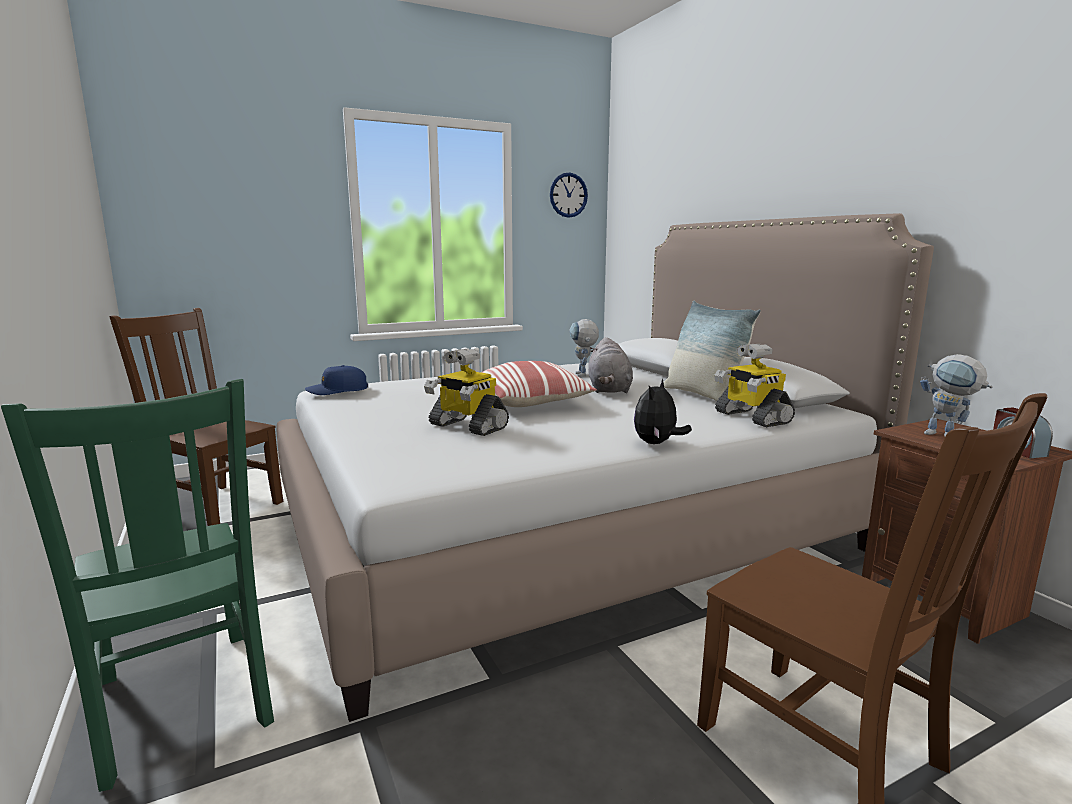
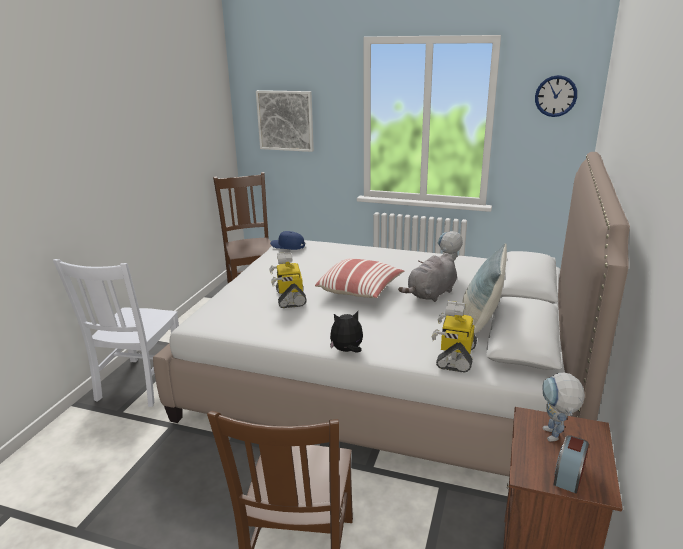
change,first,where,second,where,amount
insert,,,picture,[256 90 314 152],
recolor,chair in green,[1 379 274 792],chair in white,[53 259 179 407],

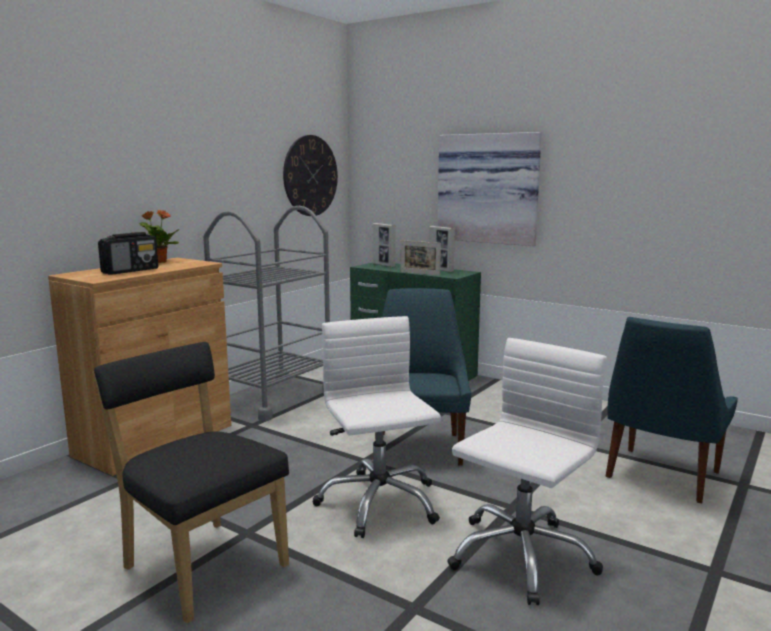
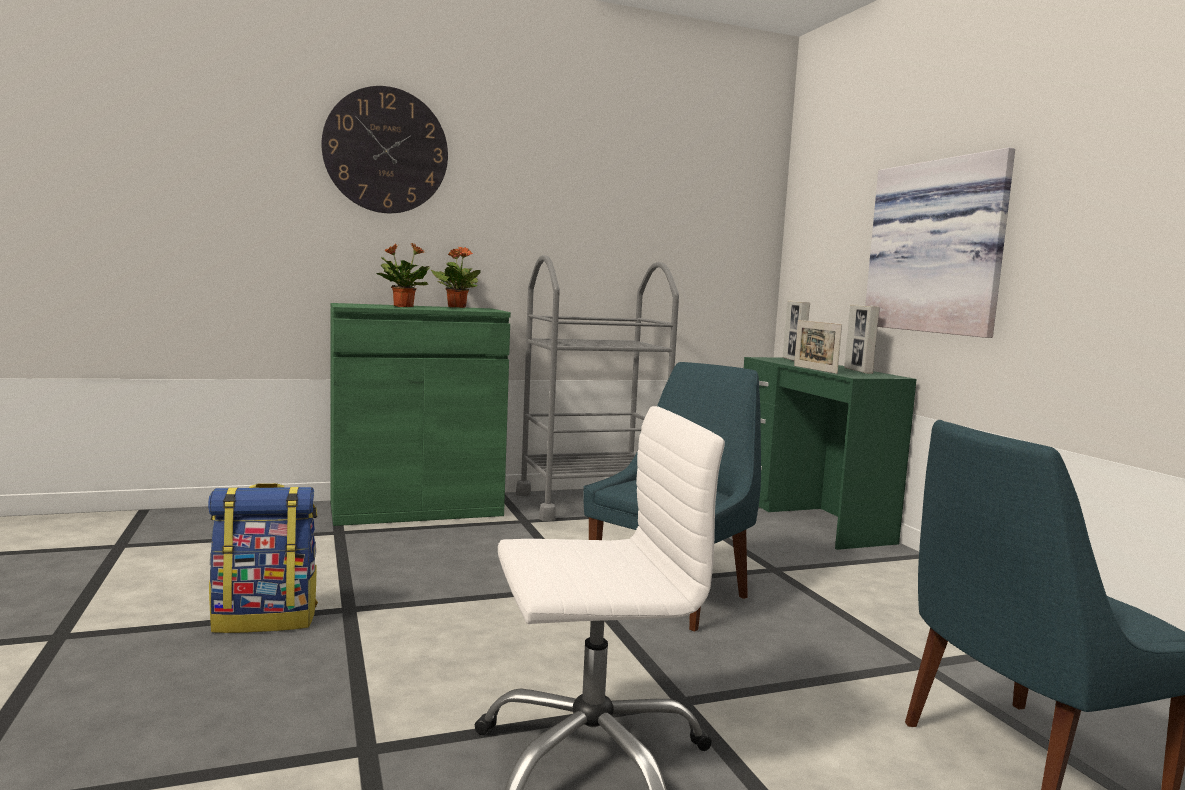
change,first,where,second,where,amount
delete,office chair in white,[313 316 441 538],,,
move,wall clock,[283 135 338 216],,[322 86 448 213],
replace,chair in black,[93 342 289 623],backpack,[208 483 318 633],
replace,radio,[98 232 158 275],potted plant,[376 243 430 307],
recolor,cabinet in brown,[48 258 231 476],cabinet in green,[330 303 511 526],

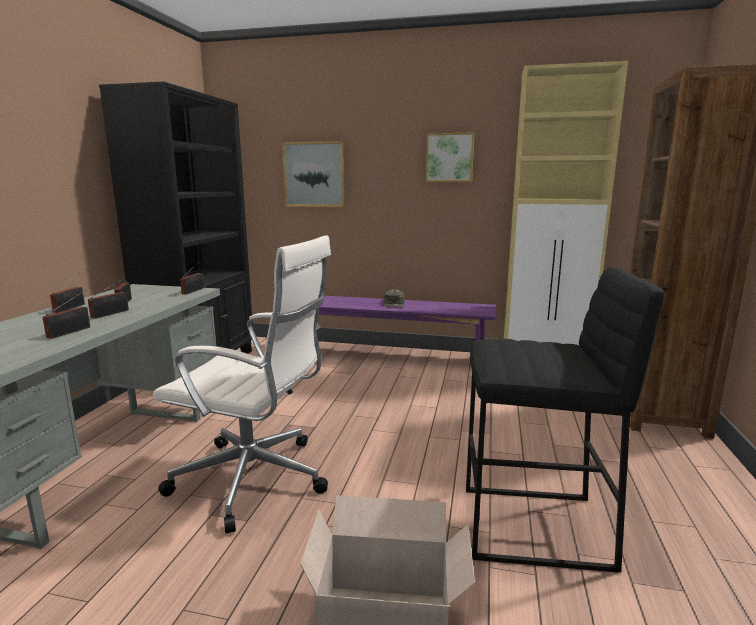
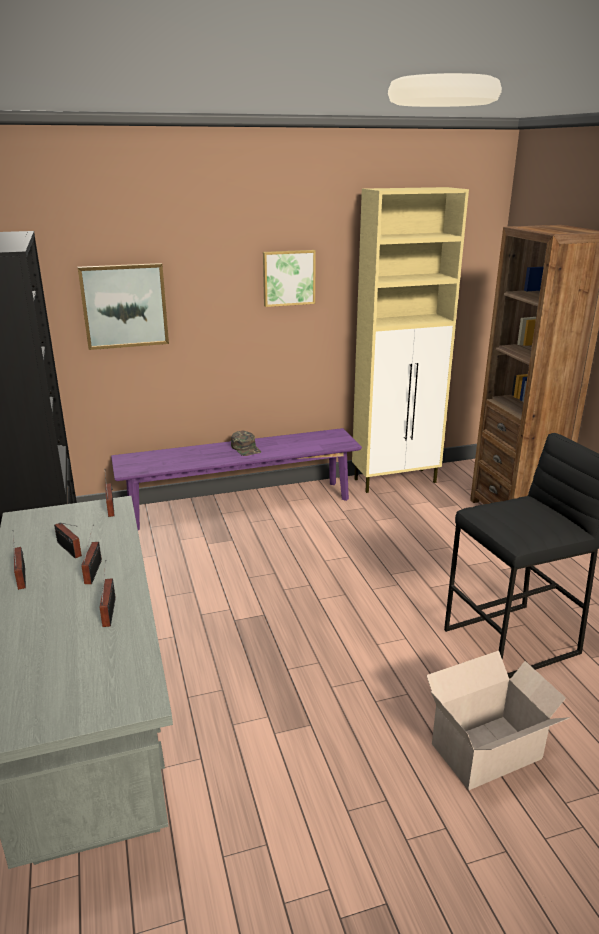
change,first,where,second,where,amount
delete,office chair in white,[153 235 331 534],,,

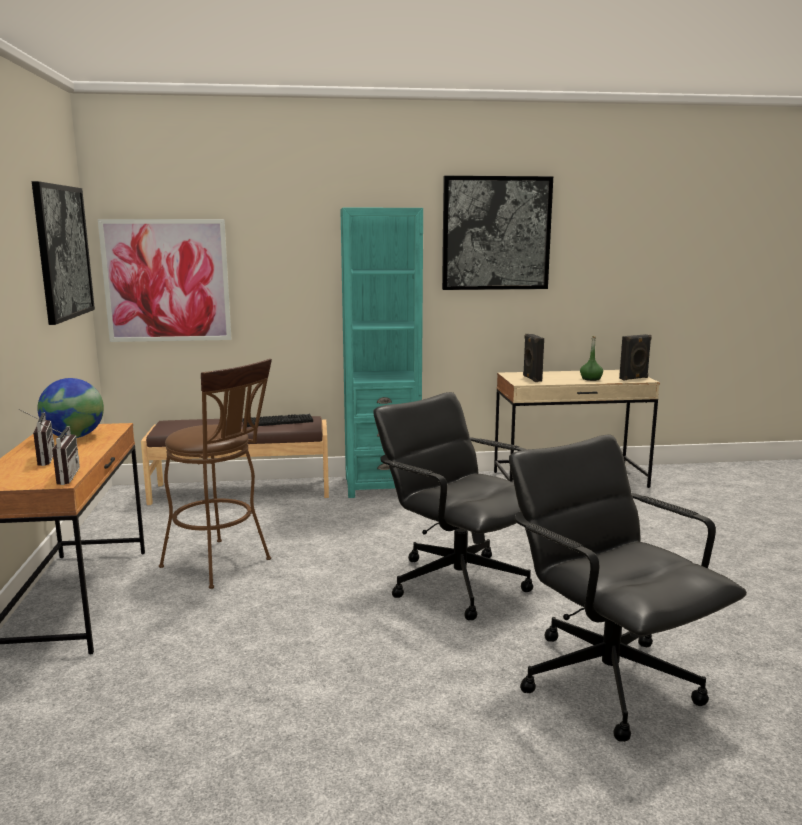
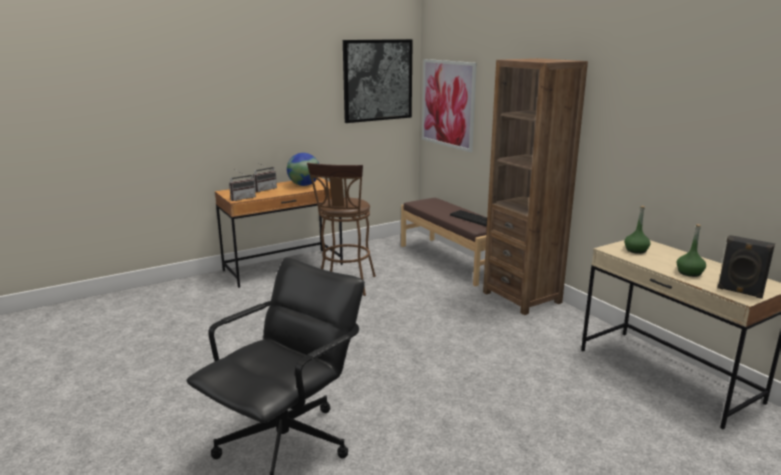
change,first,where,second,where,amount
delete,office chair in black,[373 392 533 620],,,
delete,picture,[442 176 553 290],,,
replace,speaker in black,[523 334 544 382],bottle in green,[624 206 651 254],
recolor,bookcase in turquoise,[340 208 423 498],bookcase in brown,[483 58 588 315],

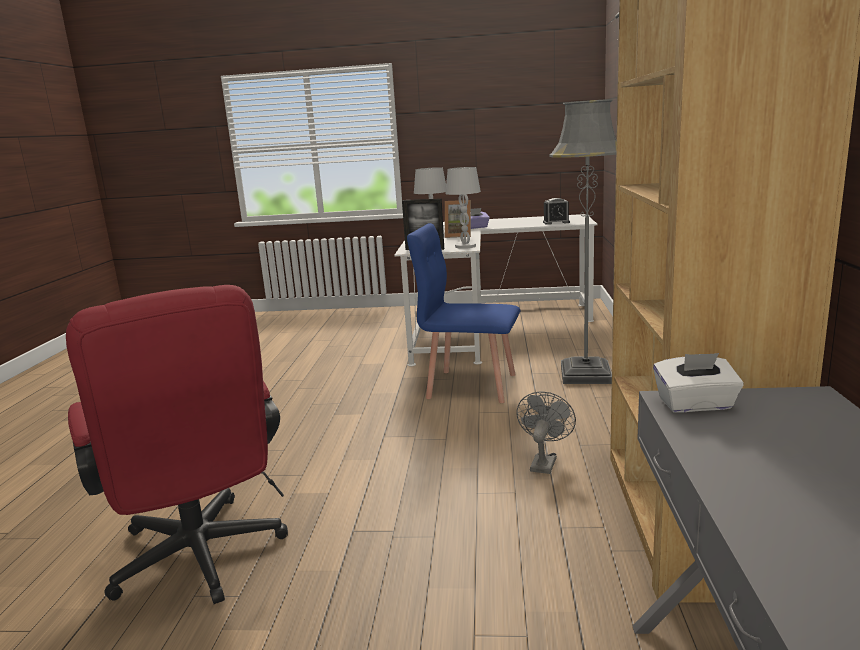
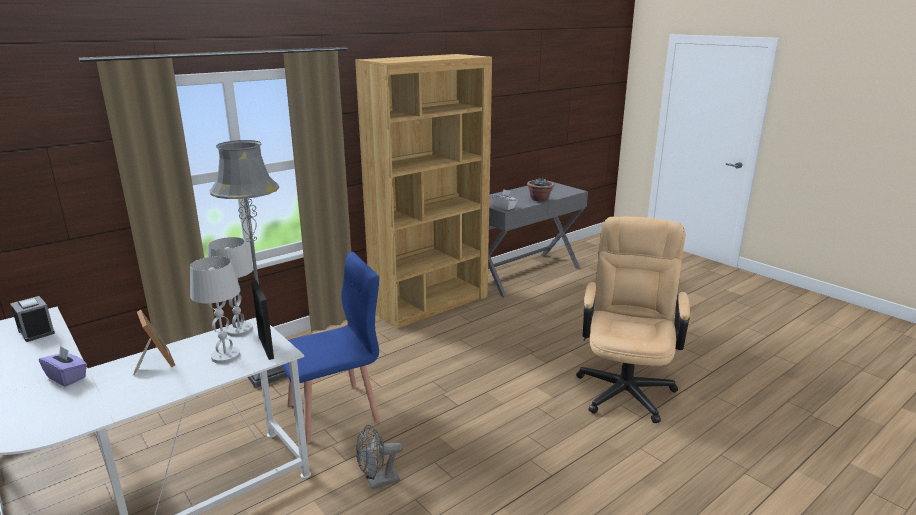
change,first,where,second,where,amount
insert,,,potted plant,[527 179 555 202],
move,fan in grey,[516 392 576 474],,[356 424 403 489],
recolor,office chair in red,[66 285 288 604],office chair in beige,[576 217 690 423],
rotate,chair in blue,[407 223 520 403],,[282 252 380 443],90 degrees counterclockwise

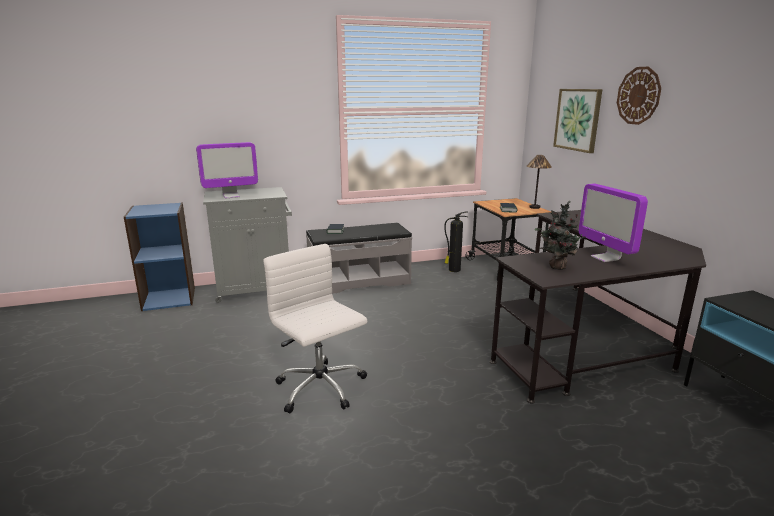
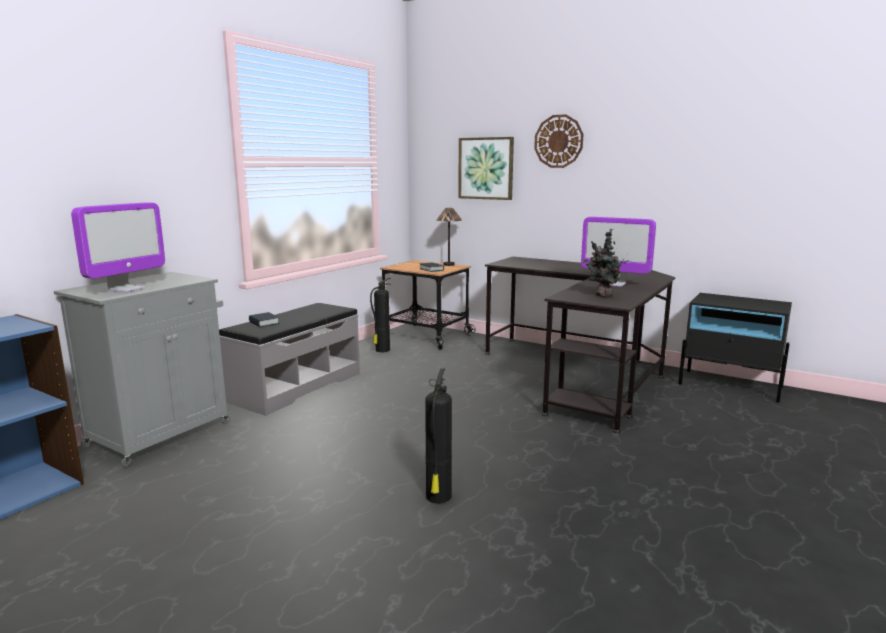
change,first,where,second,where,amount
replace,office chair in white,[264 244 367 413],fire extinguisher,[425 368 452 504],

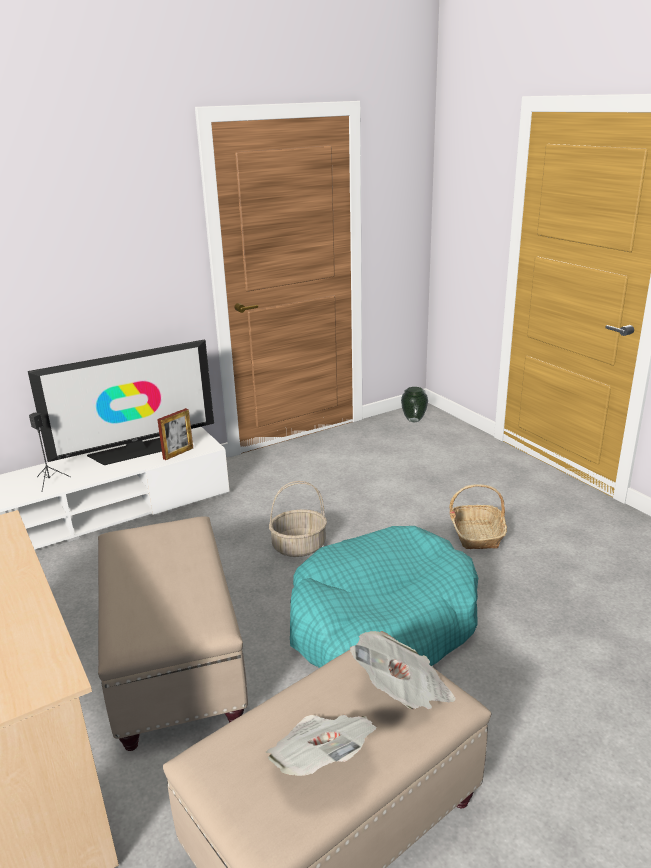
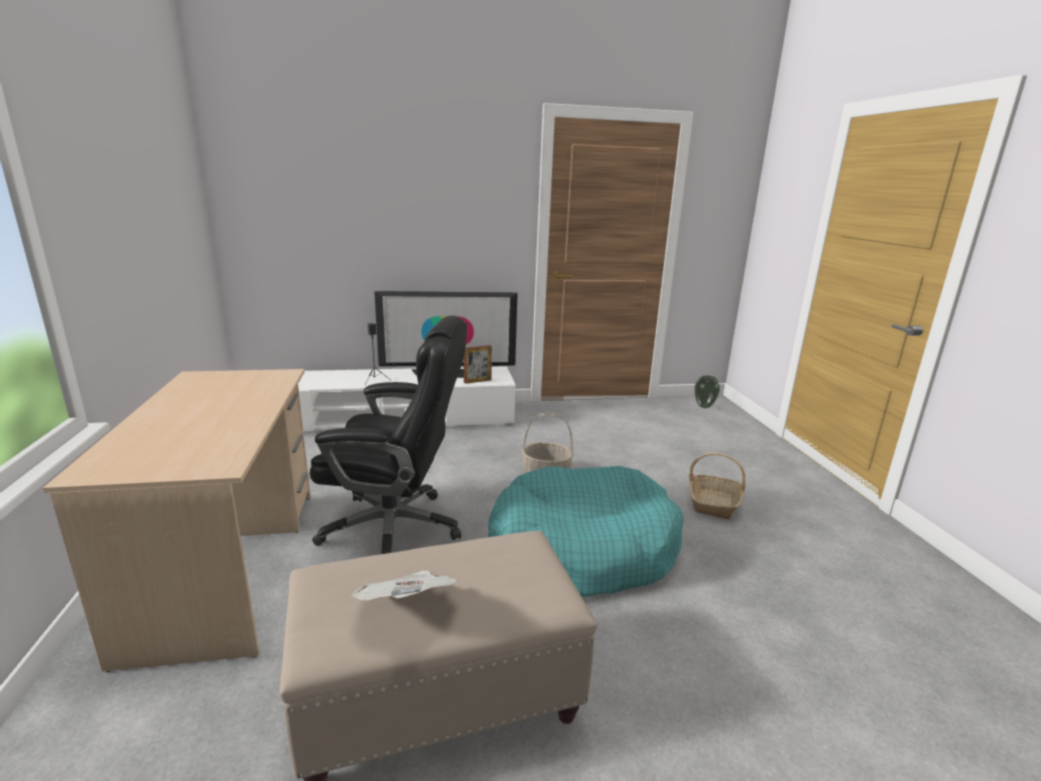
change,first,where,second,where,amount
delete,newspaper,[350 631 456 710],,,
replace,ottoman in beige,[98 516 248 751],office chair in black,[310 316 467 554],

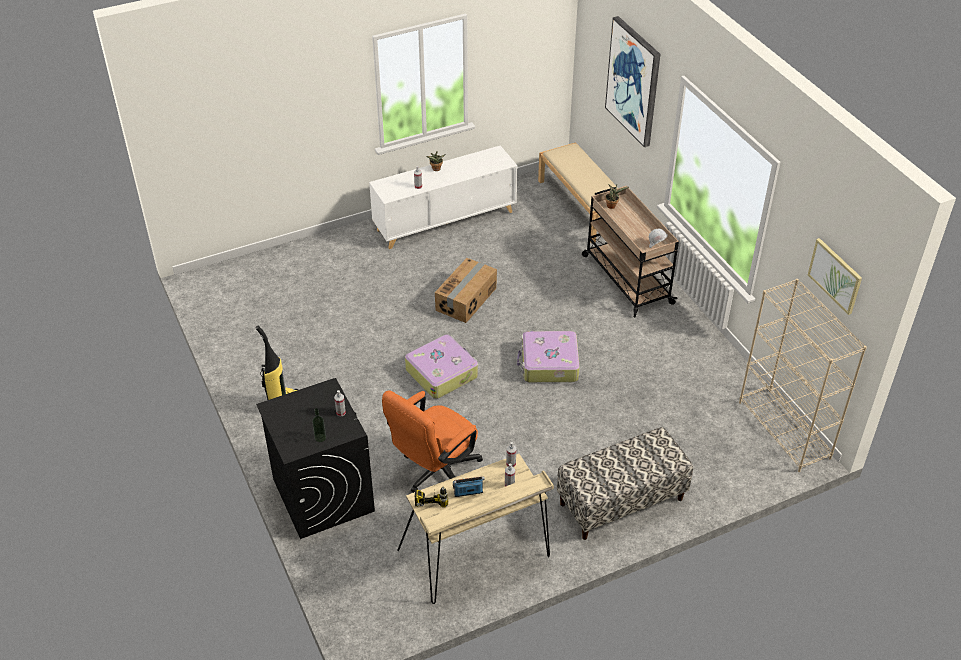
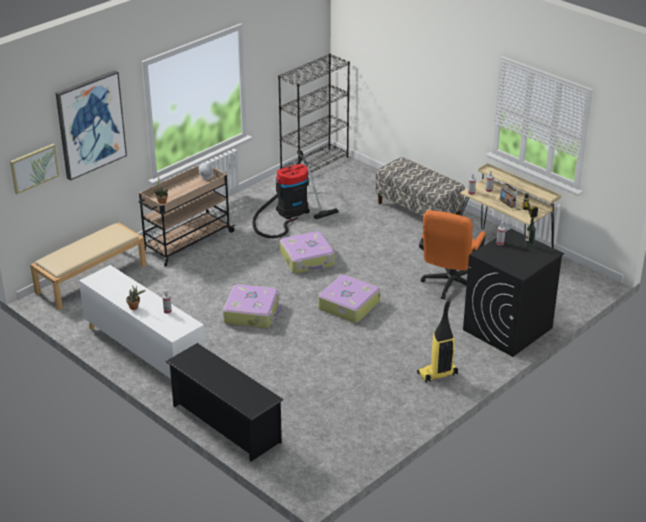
change,first,where,second,where,amount
insert,,,shoe rack in black,[165 343 284 462],
insert,,,vacuum cleaner,[252 150 339 238],
move,picture,[808 238 862 315],,[10 144 59 194],
replace,cardboard box,[435 258 497 323],suitcase,[223 284 281 329],
recolor,bookcase in beige,[739 279 867 472],bookcase in black,[278 54 350 173],
rotate,office chair in orange,[382 390 483 493],,[419 210 485 299],90 degrees clockwise

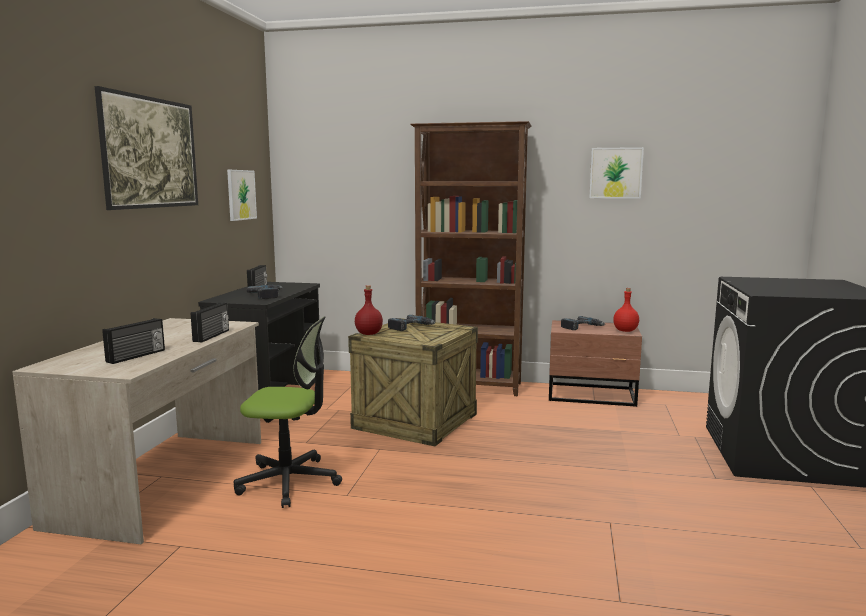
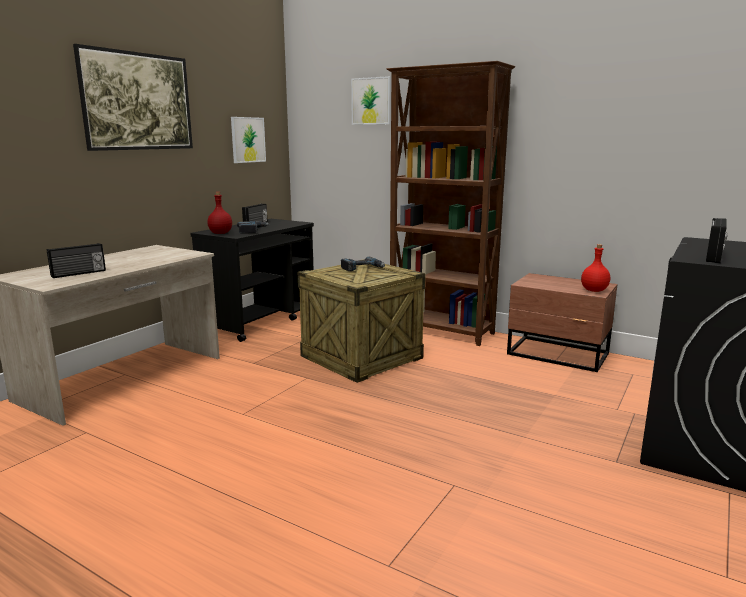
change,first,where,second,where,amount
delete,office chair,[234 316 342 508],,,
delete,power drill,[561 316 605 330],,,
move,radio,[191 303 229 342],,[706 218 728 263],
move,bottle in red,[355 285 383 335],,[207 192 232 234],
move,picture,[589 147 644 199],,[351 76 391 125],

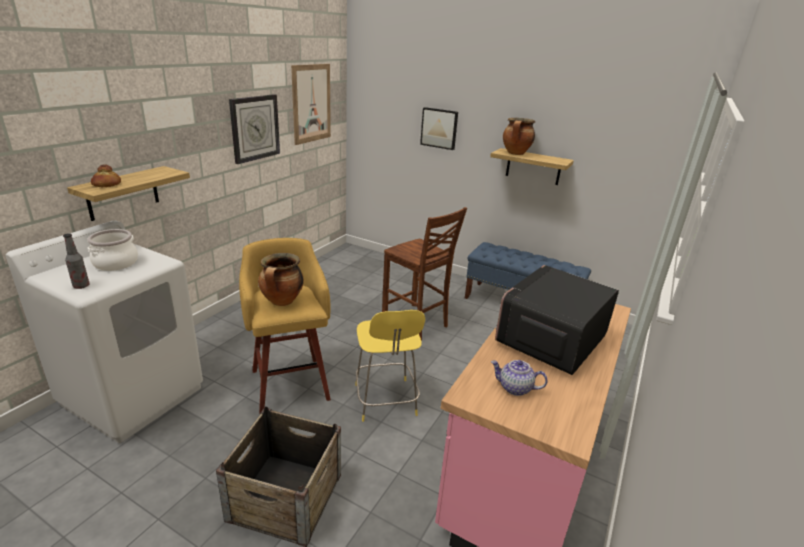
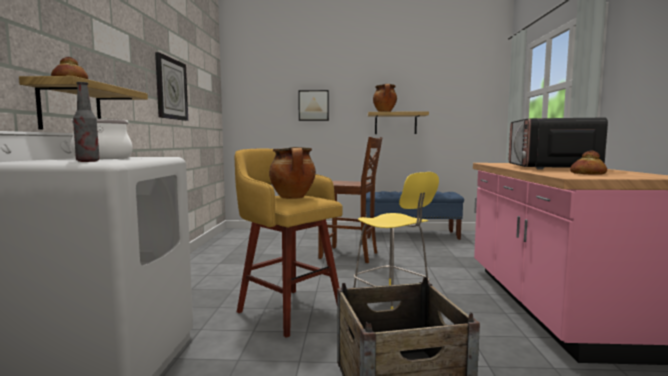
change,first,where,second,where,amount
delete,picture,[291 64 331 145],,,
replace,teapot,[491 360 547 396],bread,[570 150 607 175],

